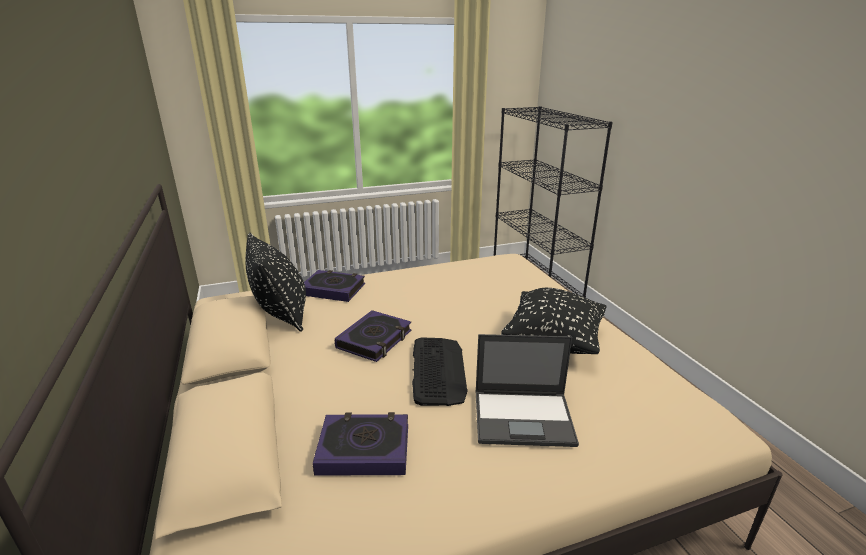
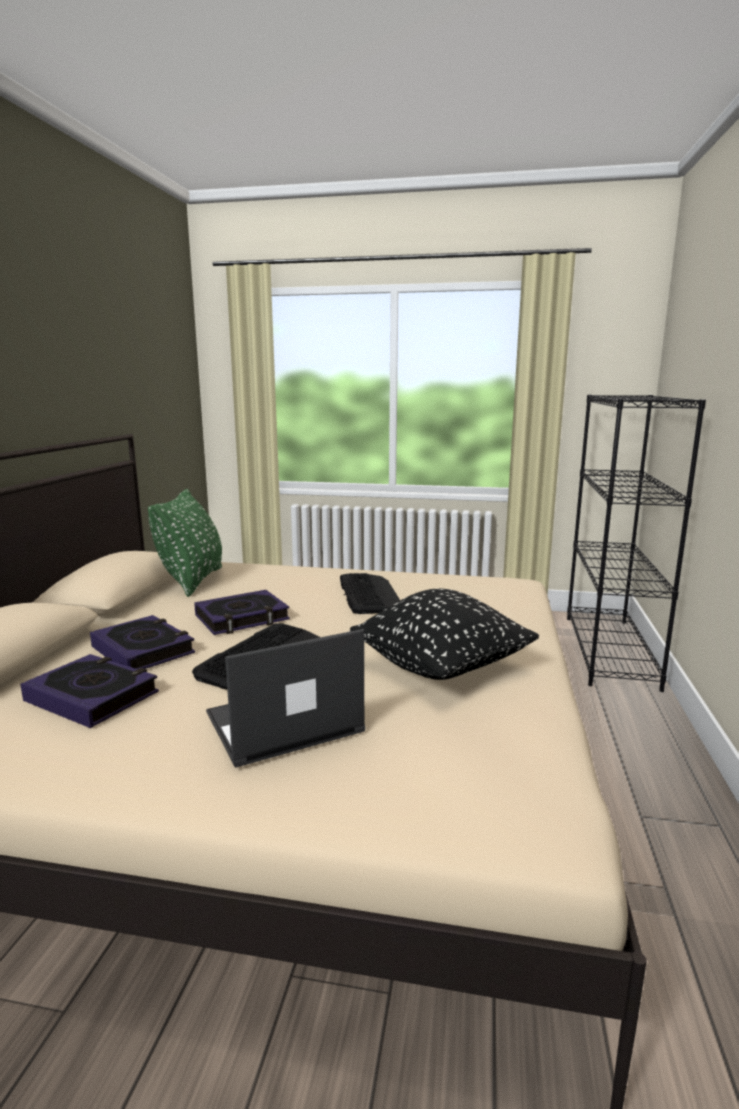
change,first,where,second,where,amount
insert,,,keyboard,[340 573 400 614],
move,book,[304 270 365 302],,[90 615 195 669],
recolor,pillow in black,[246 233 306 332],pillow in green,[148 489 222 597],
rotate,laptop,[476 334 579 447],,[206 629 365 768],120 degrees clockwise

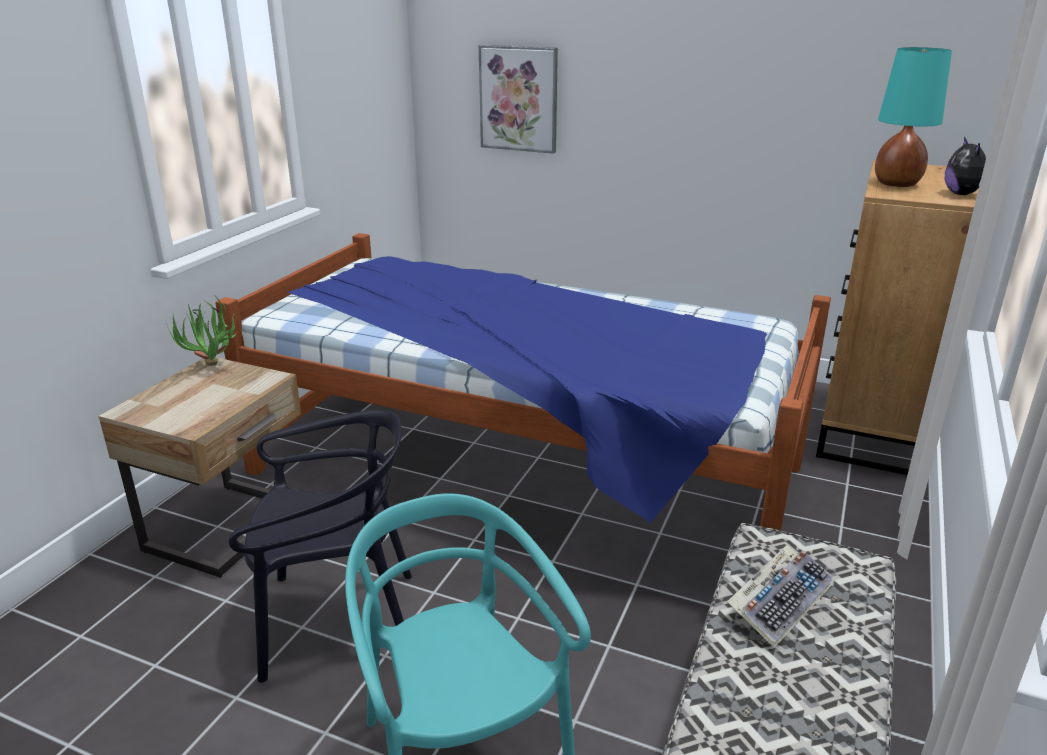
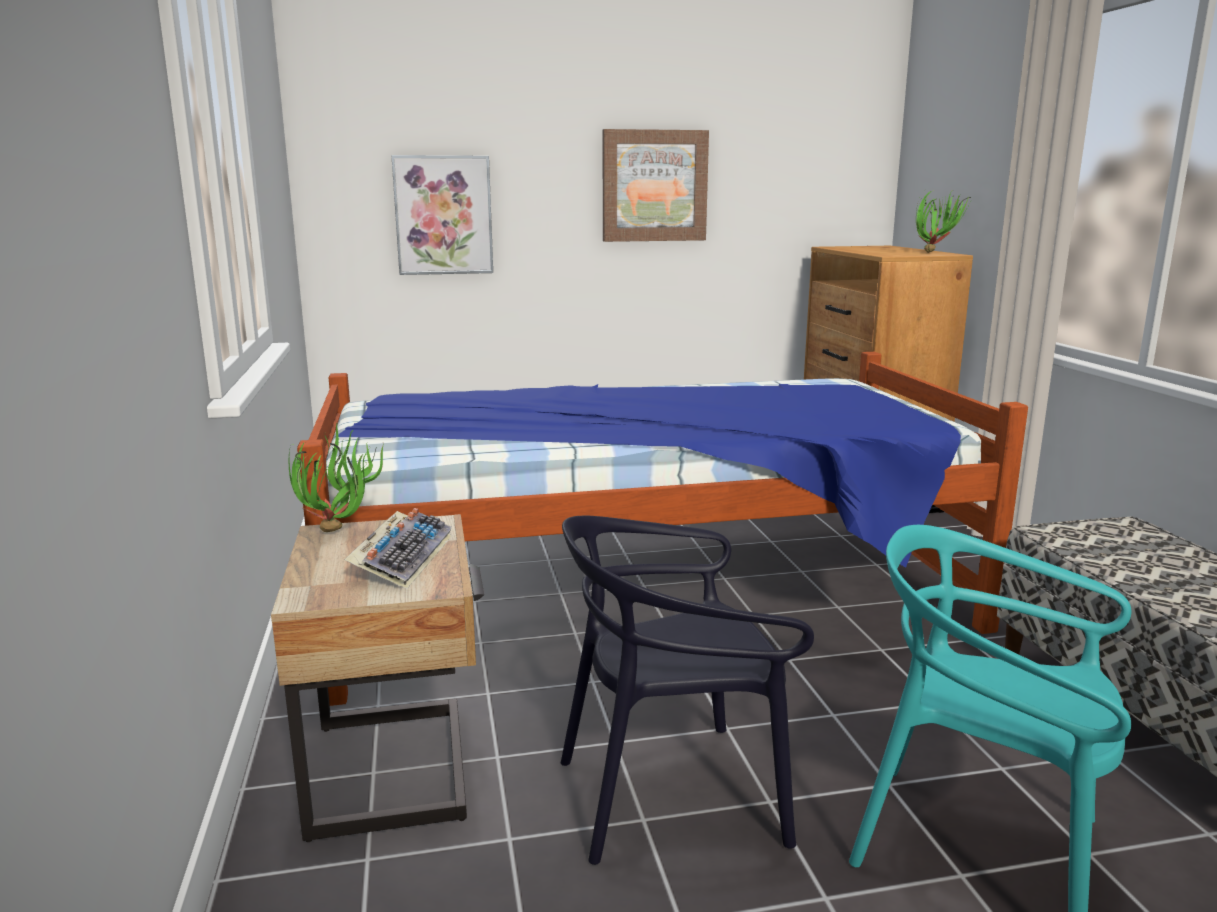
change,first,where,second,where,amount
delete,table lamp in turquoise,[875 47 952 187],,,
insert,,,picture,[602 129 709 242],
move,keyboard,[727 545 834 648],,[344 508 452 589],
replace,plush toy,[945 137 986 195],potted plant,[916 190 971 253],
rotate,chair in black,[229 410 412 683],,[561 516 814 865],150 degrees counterclockwise

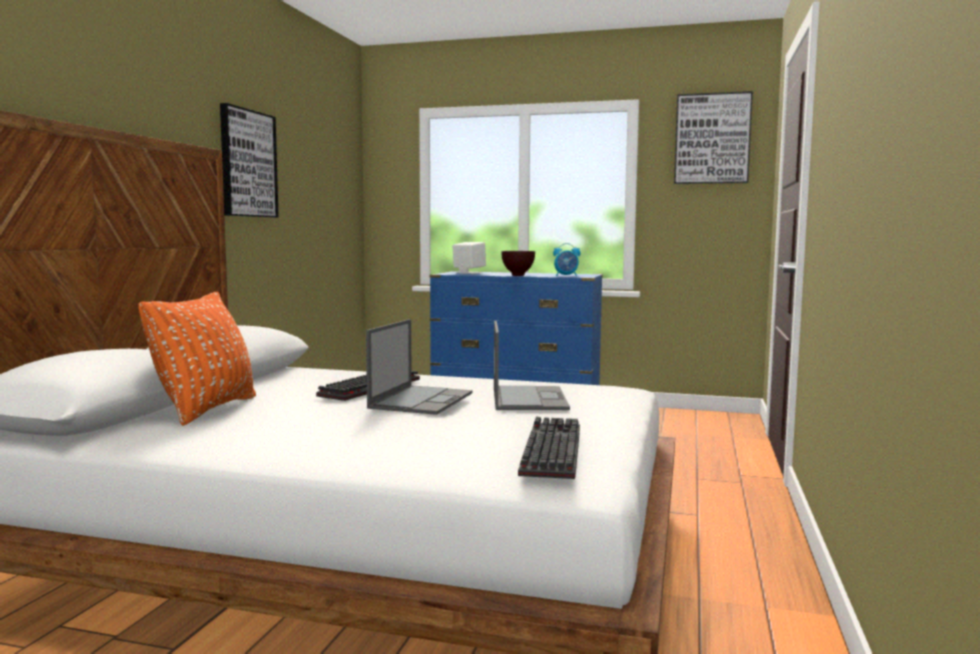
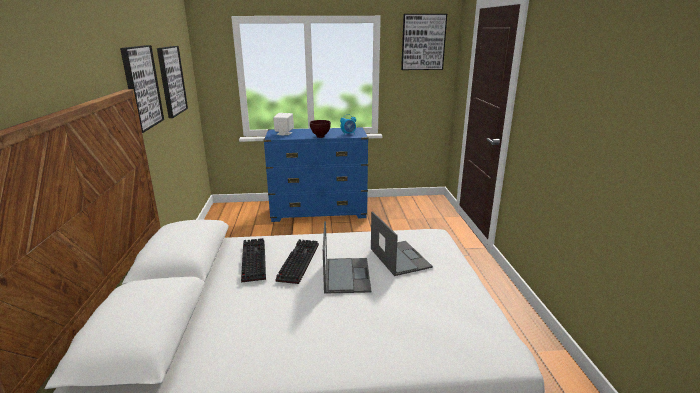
change,first,where,second,where,amount
delete,pillow in orange,[138 292 256 426],,,
insert,,,picture,[157 46 188 118],
move,keyboard,[518 417 580 479],,[241 238 266 282],

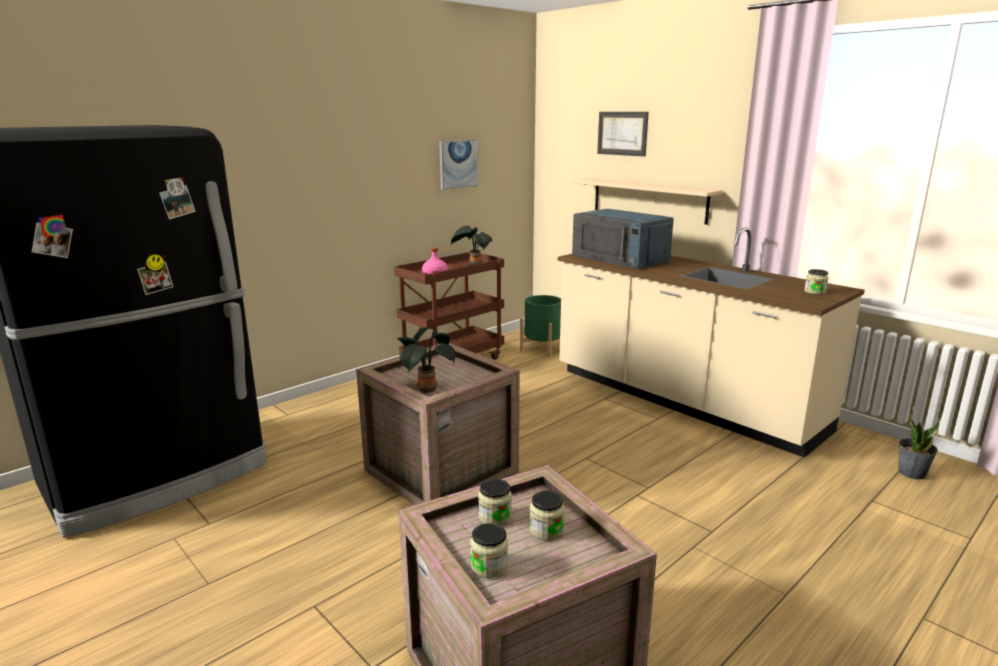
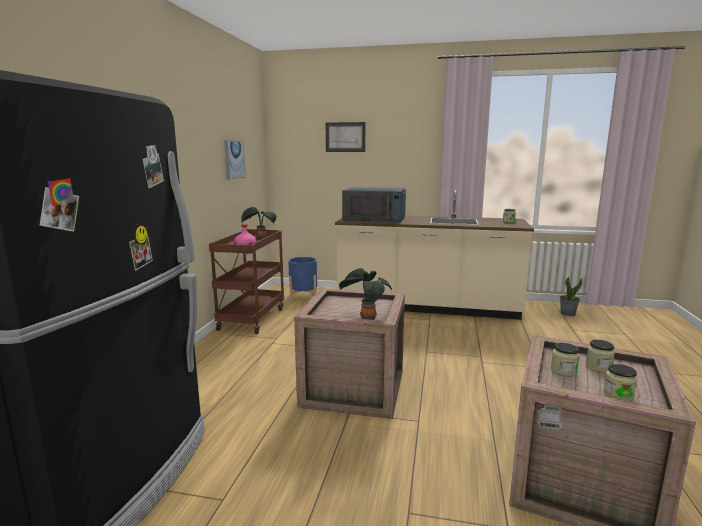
change,first,where,second,where,amount
delete,shelf in beige,[571 178 723 225],,,
recolor,planter in green,[520 295 561 357],planter in blue,[288 257 317 302],

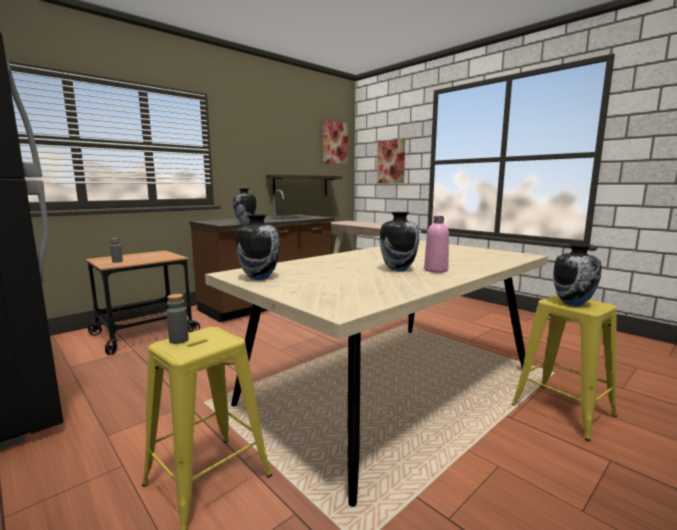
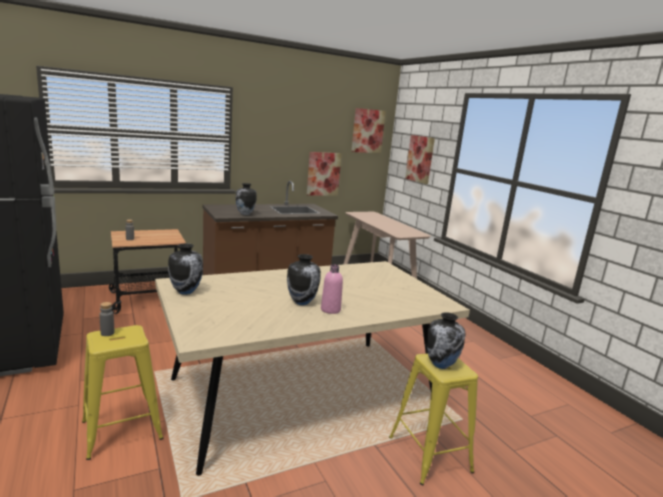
change,first,where,second,where,amount
replace,shelf,[266 175 342 196],picture,[307 152 342 196],

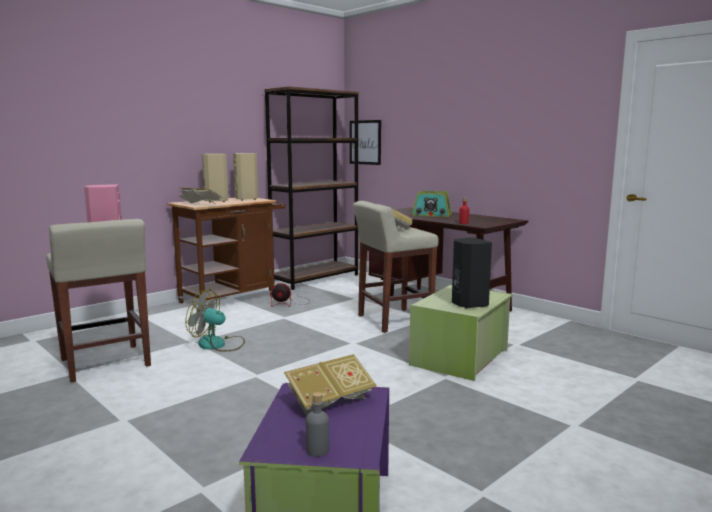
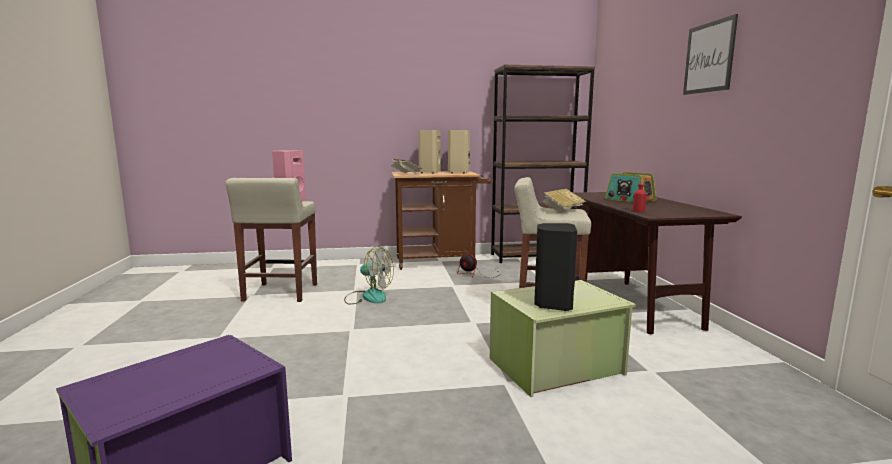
change,first,where,second,where,amount
delete,book,[284 354 377 416],,,
delete,bottle in grey,[306 392 329 457],,,
move,picture,[350 120 381 165],,[683 14 738 95],
rotate,fan,[185 289 245 352],,[344 246 394 304],150 degrees clockwise

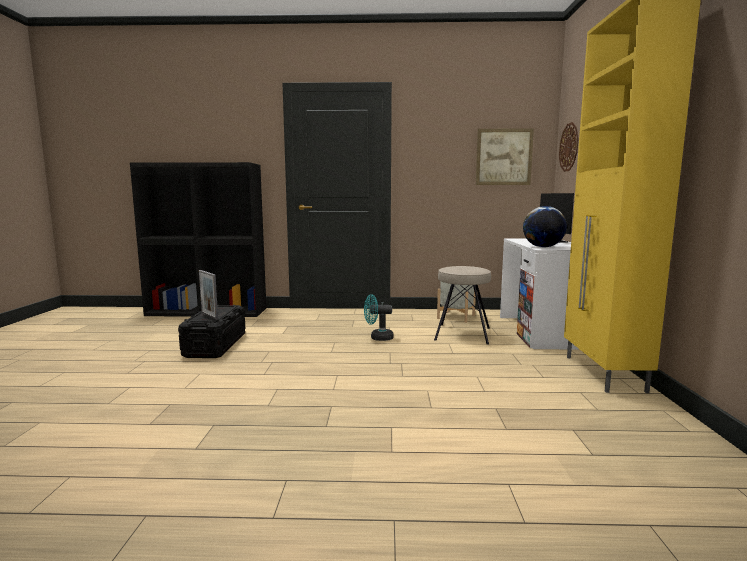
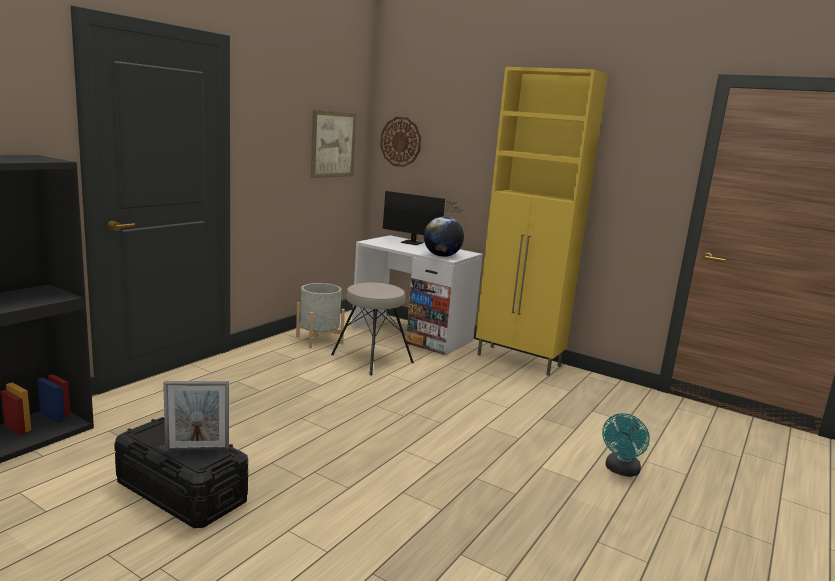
change,first,where,second,where,amount
move,fan in turquoise,[364 294 394 341],,[602 413 650 477],

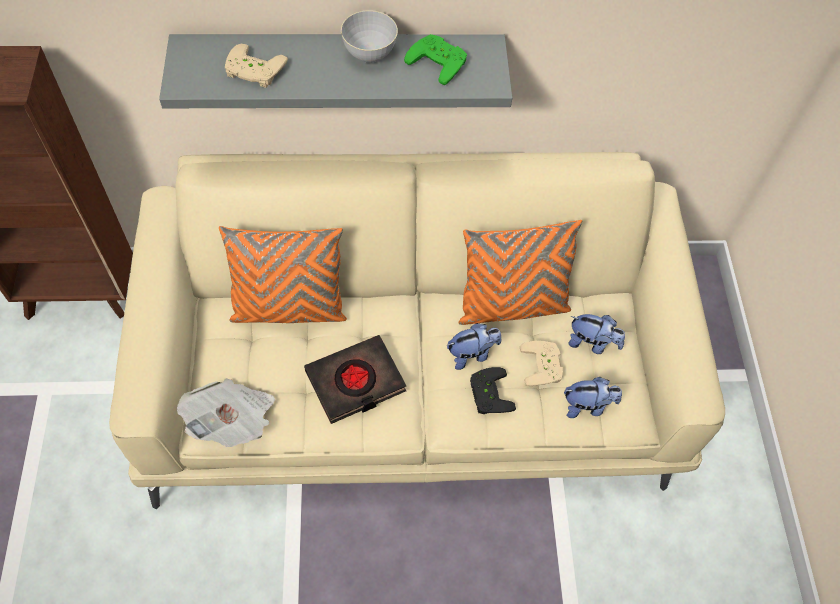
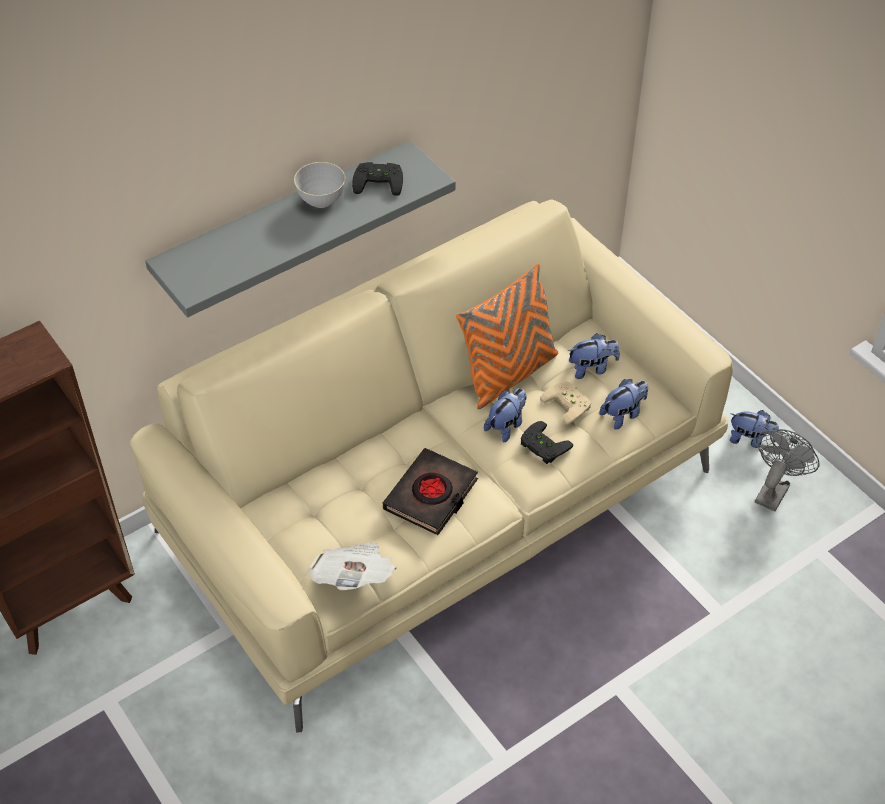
change,first,where,second,where,amount
delete,pillow in orange,[219 226 347 323],,,
delete,game controller in beige,[225 44 288 88],,,
insert,,,plush toy,[730 410 779 448],
insert,,,fan in grey,[755 429 820 512],
recolor,game controller in green,[404 34 467 85],game controller in black,[352 162 403 196],

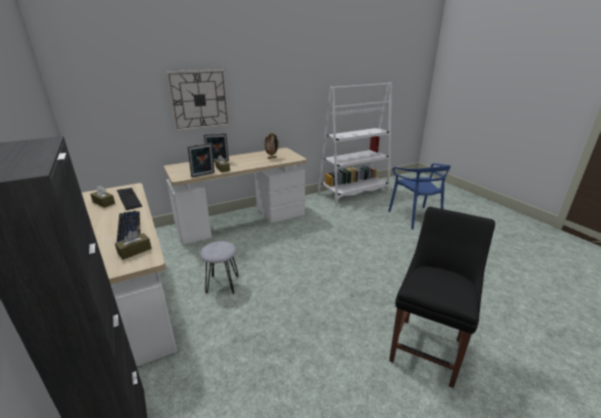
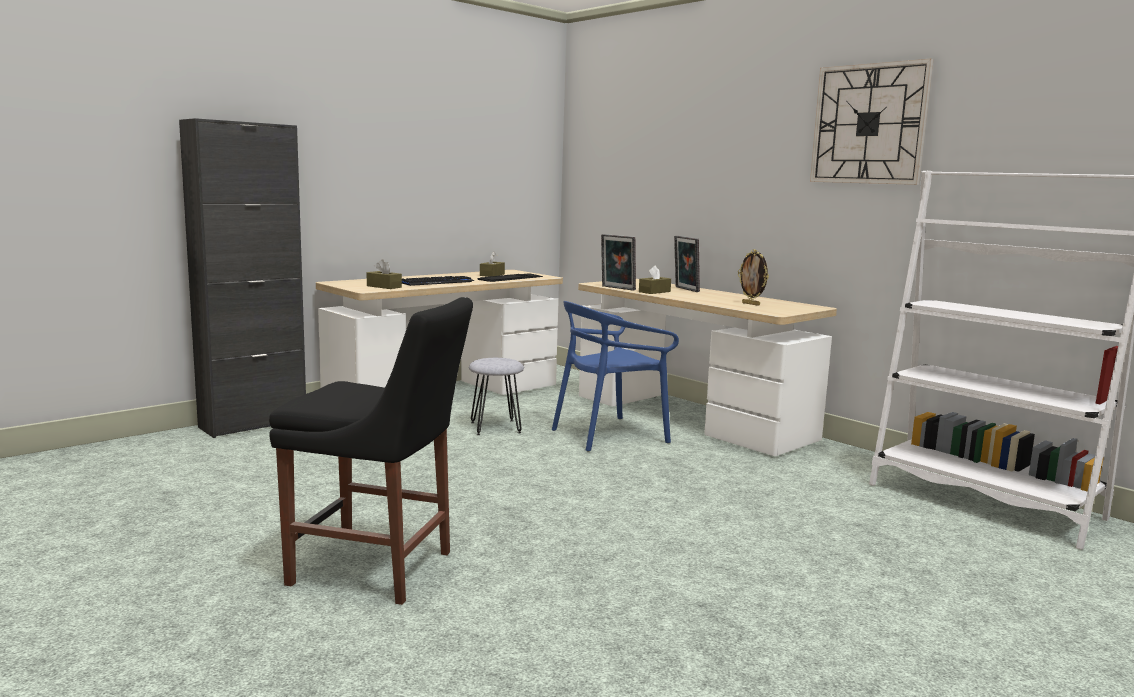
change,first,where,second,where,amount
move,wall clock,[166 69 230 131],,[810 59 934 185],
move,chair in blue,[388 163 451 229],,[552 301 679 452],

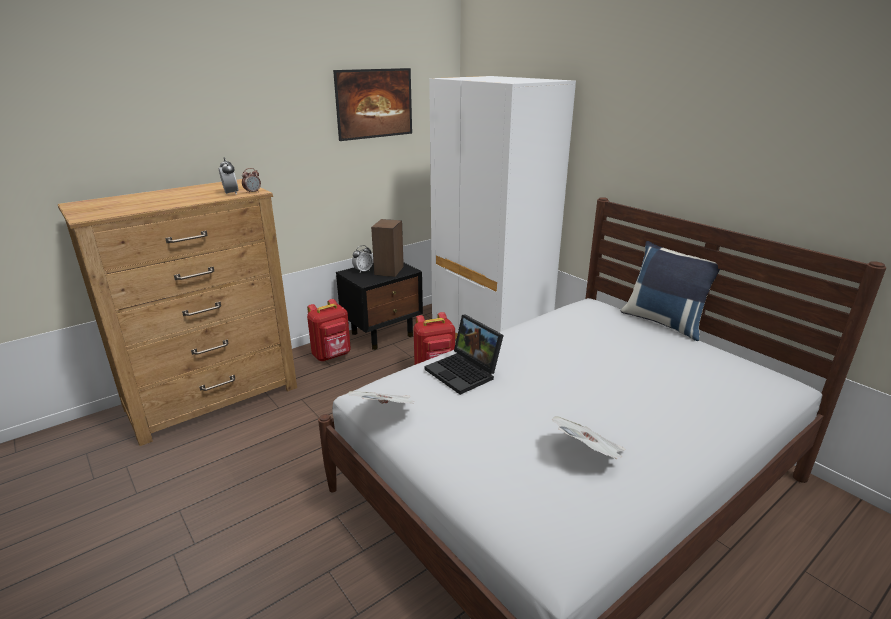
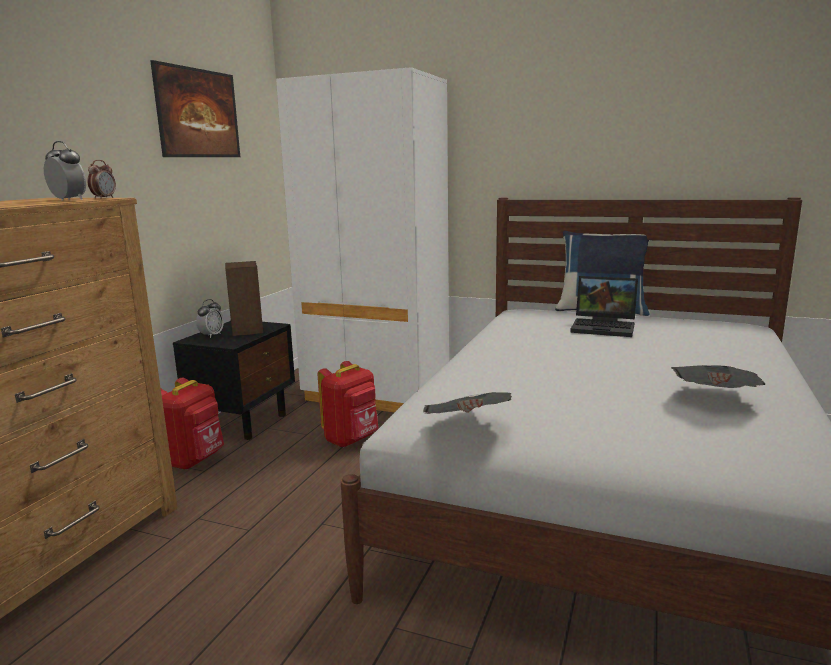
change,first,where,second,where,amount
move,laptop,[424 315 504 395],,[570 276 638 337],

